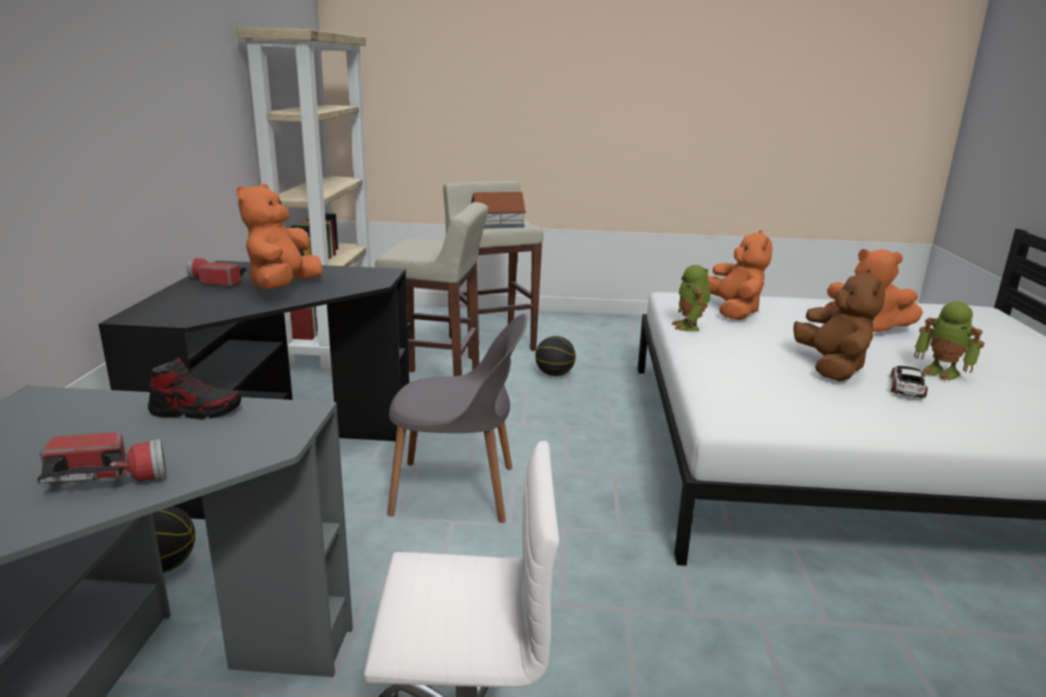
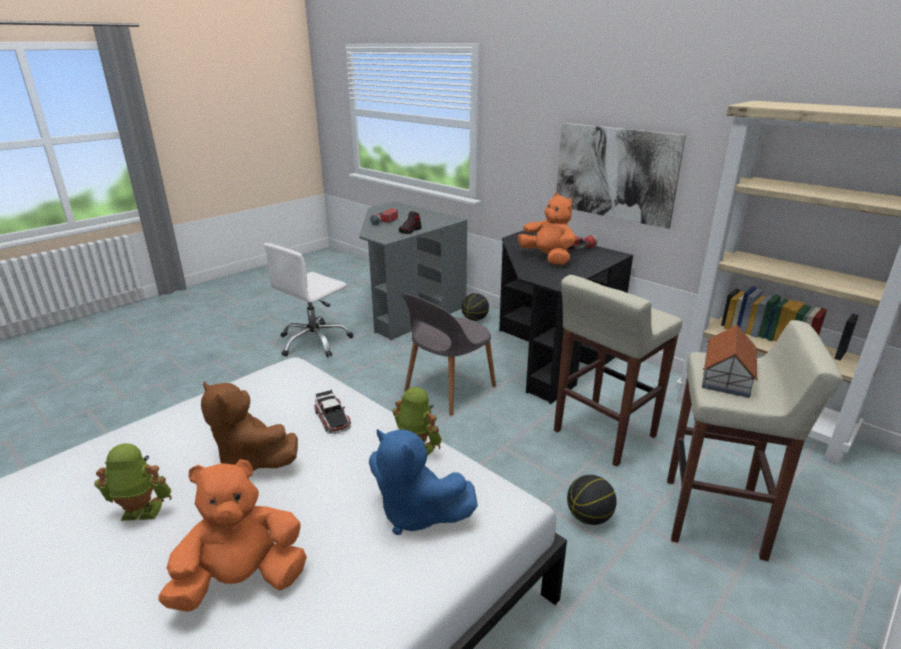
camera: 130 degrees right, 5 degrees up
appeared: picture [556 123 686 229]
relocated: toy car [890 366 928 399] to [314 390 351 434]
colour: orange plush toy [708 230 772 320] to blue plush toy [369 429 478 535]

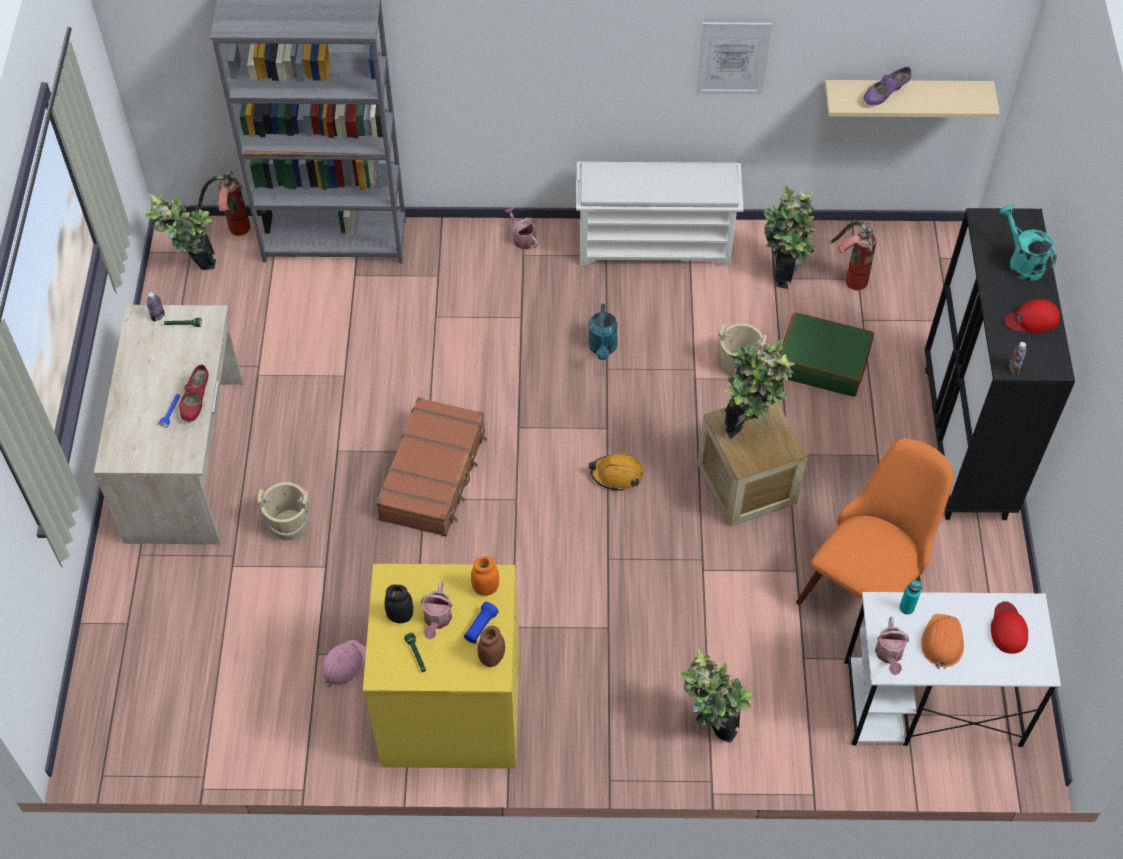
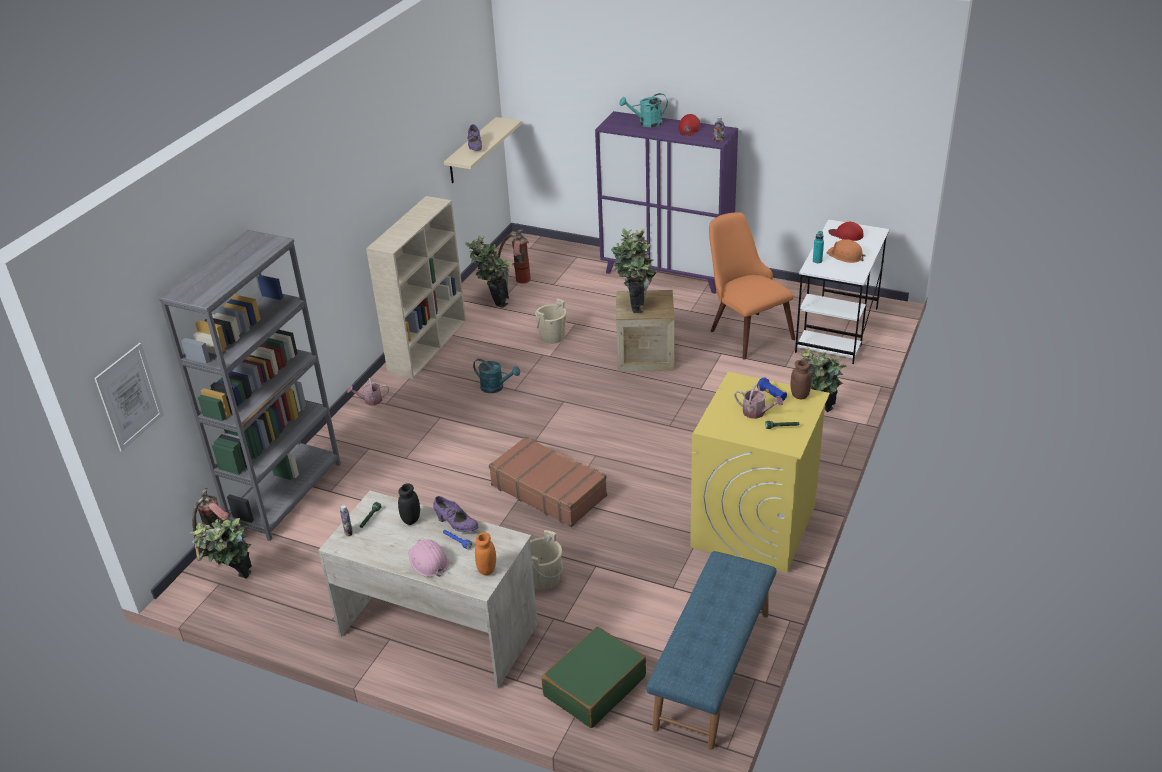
camera: 65 degrees left, 20 degrees down
missing: orange hard hat [589 453 644 491]; watering can [875 617 909 675]
appeared: blue bench [646 551 777 750]
relocated: pink hard hat [321 640 366 687] to [408 539 449 577]; black jar [385 585 413 623] to [398 483 420 525]; orange jar [471 556 499 596] to [475 532 496 576]; picture [696 22 772 94] to [94 343 164 452]; green suitcase [780 312 874 397] to [542 627 646 728]
exchanged: white shoe rack [576 162 744 266] to beige bookcase [366 196 466 379]
colour: red shoe [179 365 209 422] to purple shoe [433 496 479 532]; black cabinet [925 208 1075 520] to purple cabinet [595 111 738 294]

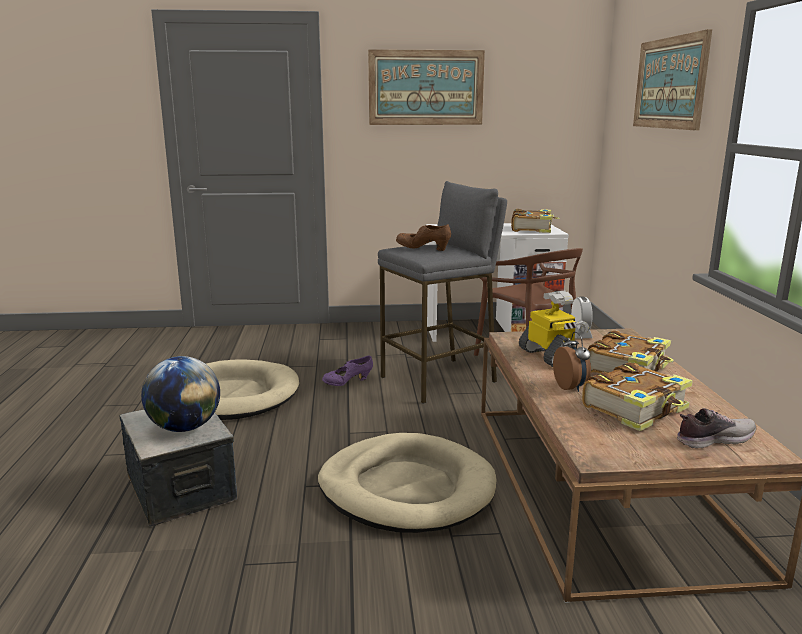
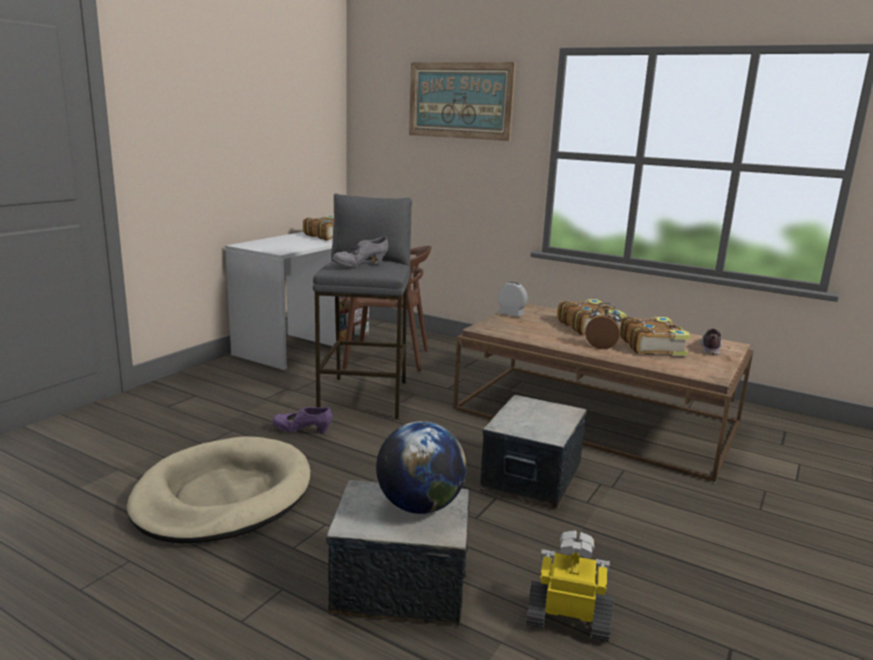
camera: 55 degrees left, 0 degrees up
missing: picture [368 49 485 125]
relocated: toy robot [519 290 589 367] to [526 530 613 642]
exchanged: beige dog bed [318 433 496 533] to storage box [480 395 587 509]
colour: brown shoe [396 224 451 251] to grey shoe [332 237 388 267]
spun: purple shoe [322 356 373 386] = [272 407 333 434] 90 degrees clockwise

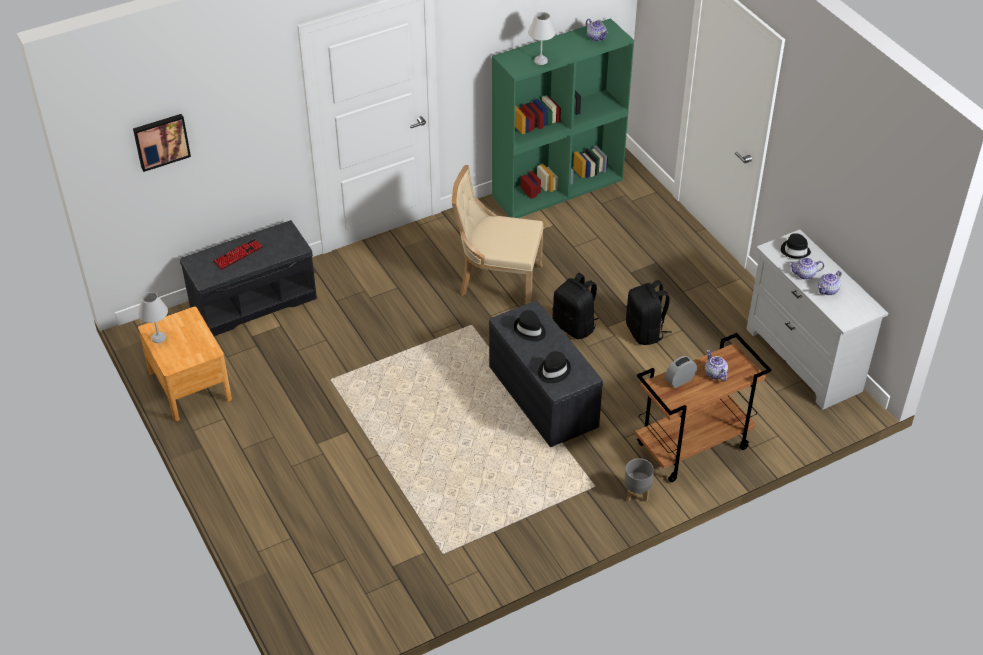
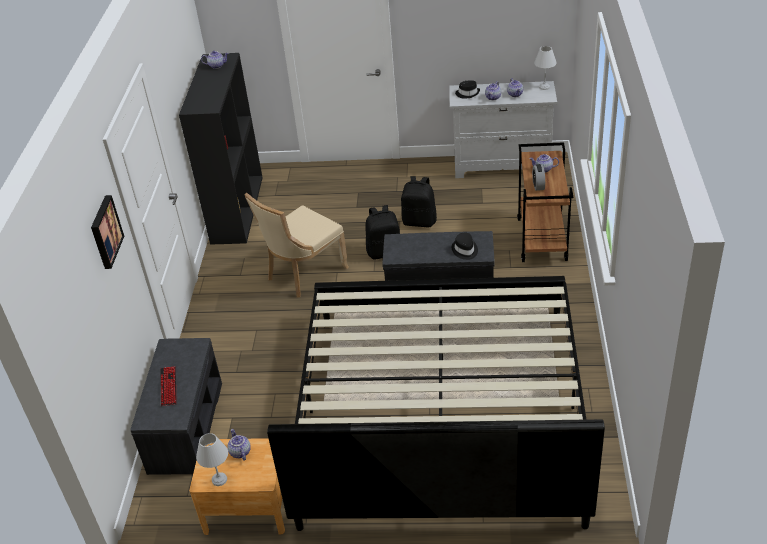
camera: 55 degrees left, 5 degrees down
missing: black hat [514 310 546 341]; grey planter [624 458 654 502]
appeared: teapot [228 429 251 461]; bed [267 276 605 531]
relocated: picture [133 114 191 172] to [91 195 124 269]; white table lamp [528 12 556 65] to [534 46 557 90]
colour: green bookcase [492 18 634 218] to black bookcase [179 53 263 245]

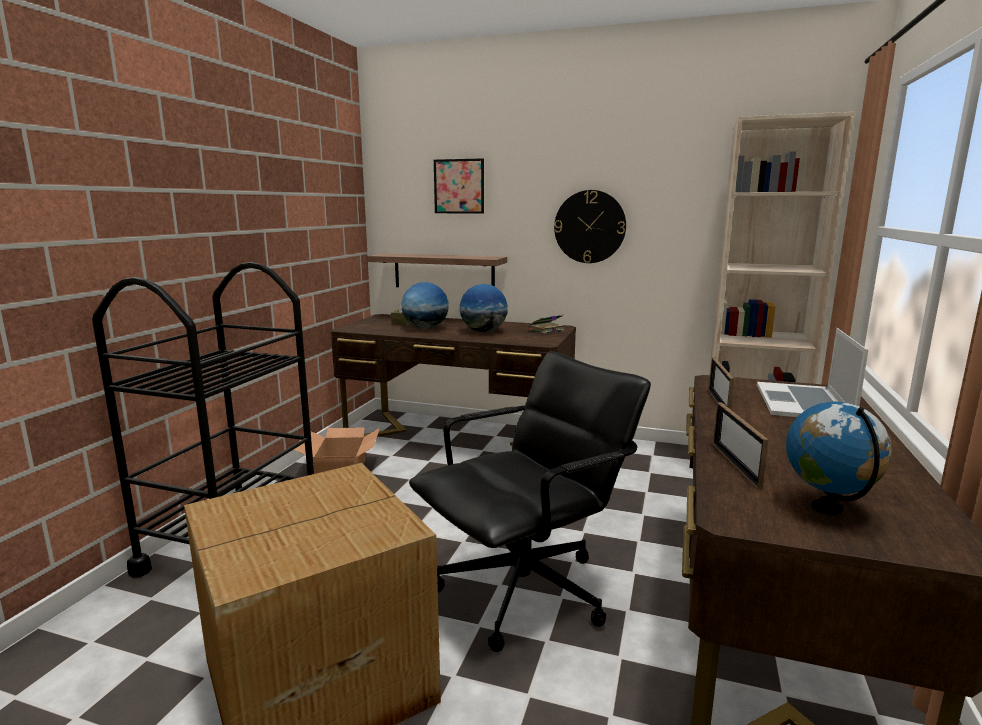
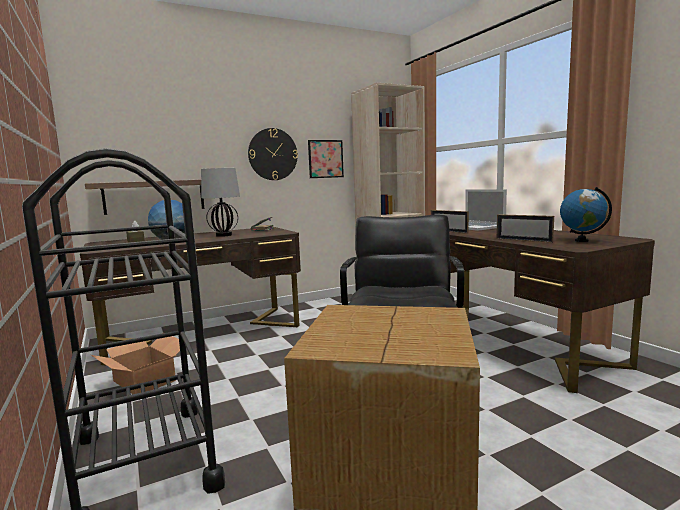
camera: 45 degrees left, 5 degrees down
relocated: picture [434 158 484 214] to [308 140 344 178]
exchanged: globe [460 284 508 332] to table lamp [201 168 240 237]

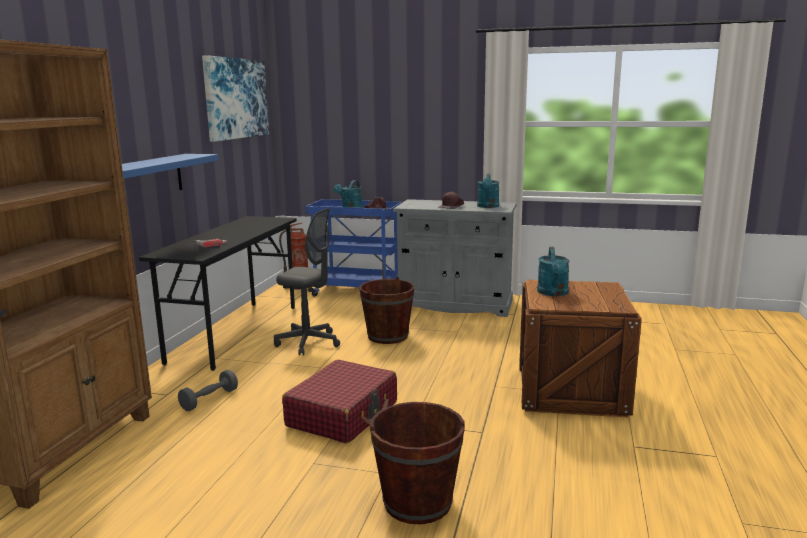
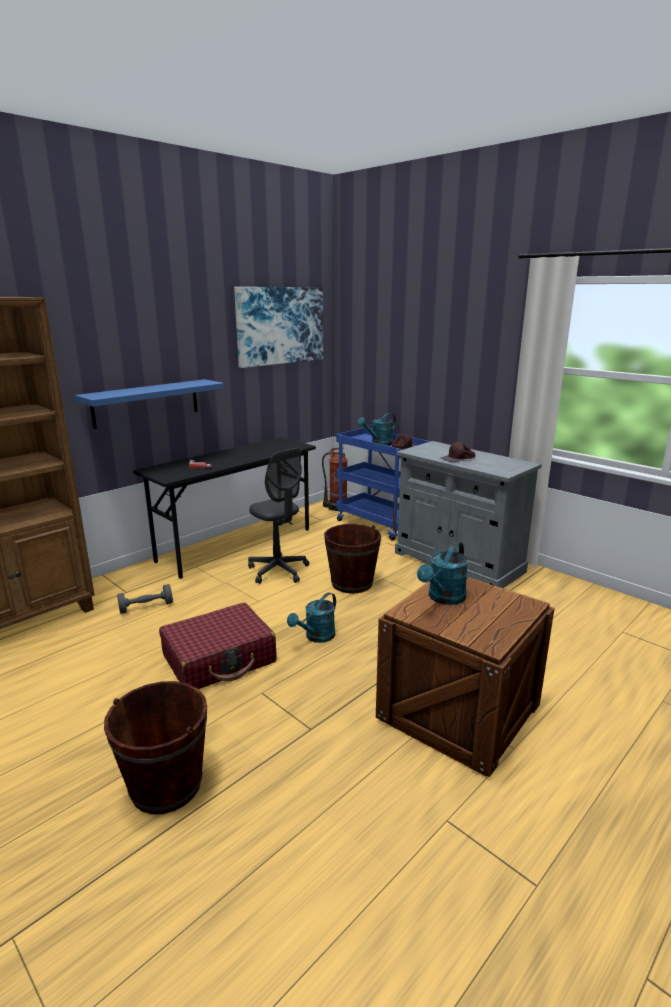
camera: 30 degrees right, 5 degrees up
relocated: turquoise watering can [477 174 499 208] to [287 592 336 643]

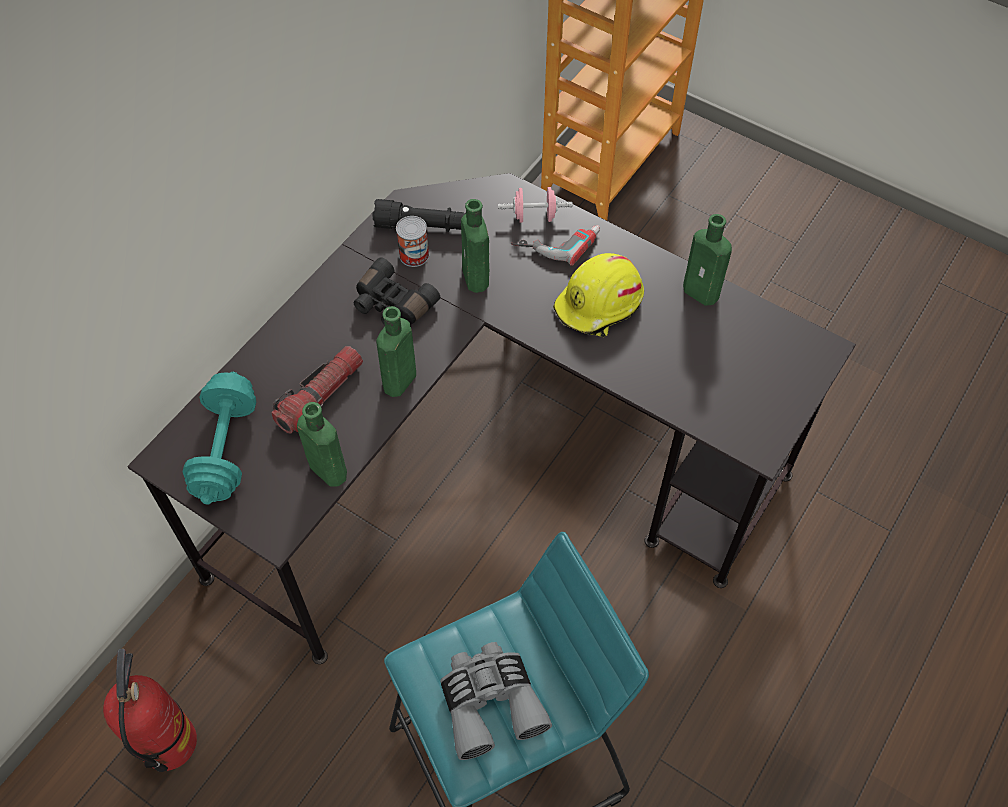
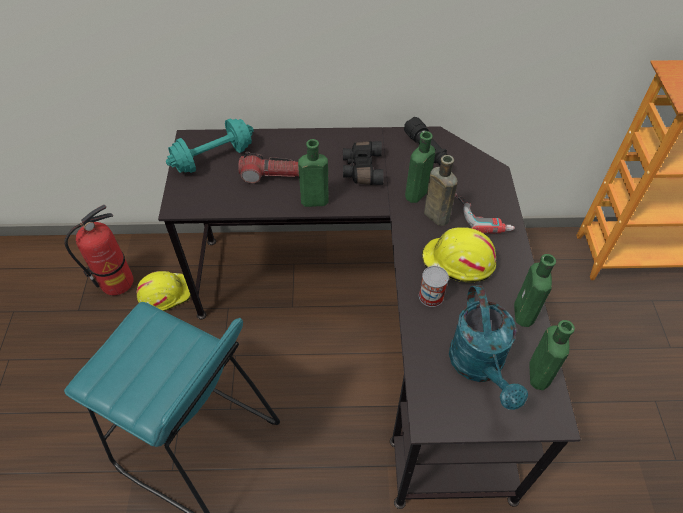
camera: 55 degrees right, 5 degrees down
missing: grey binoculars [440 642 552 760]; pink dumbbell [498 187 573 223]
appeared: yellow hard hat [137 271 191 311]; brown bottle [424 155 457 226]; turquoise watering can [449 285 528 410]
relocated: green bottle [297 402 347 487] to [529 320 575 390]; can [396 216 429 267] to [419 266 449 307]

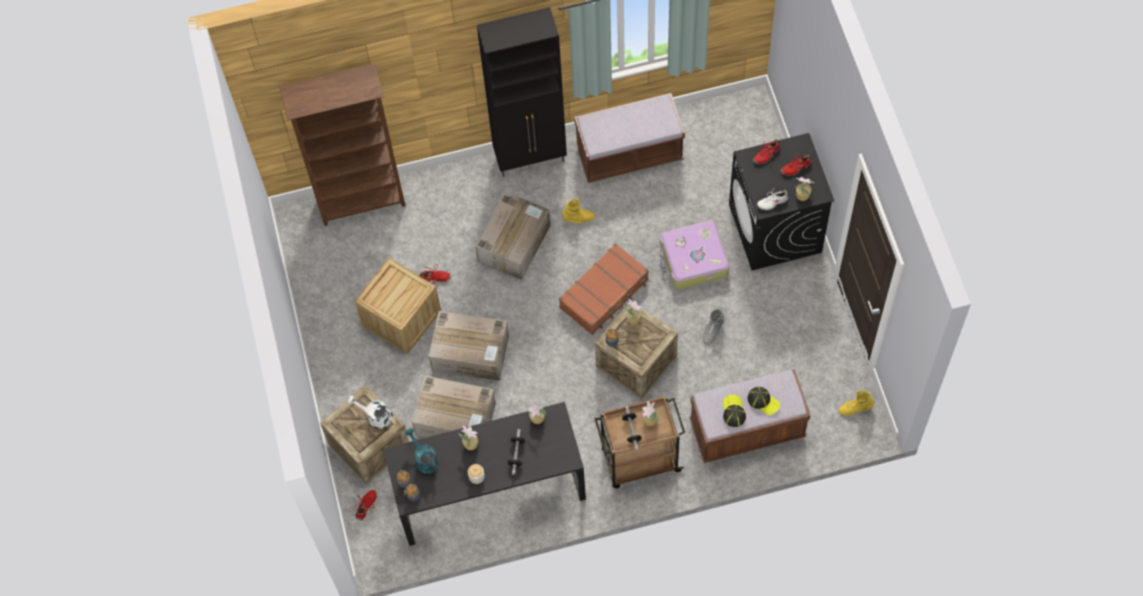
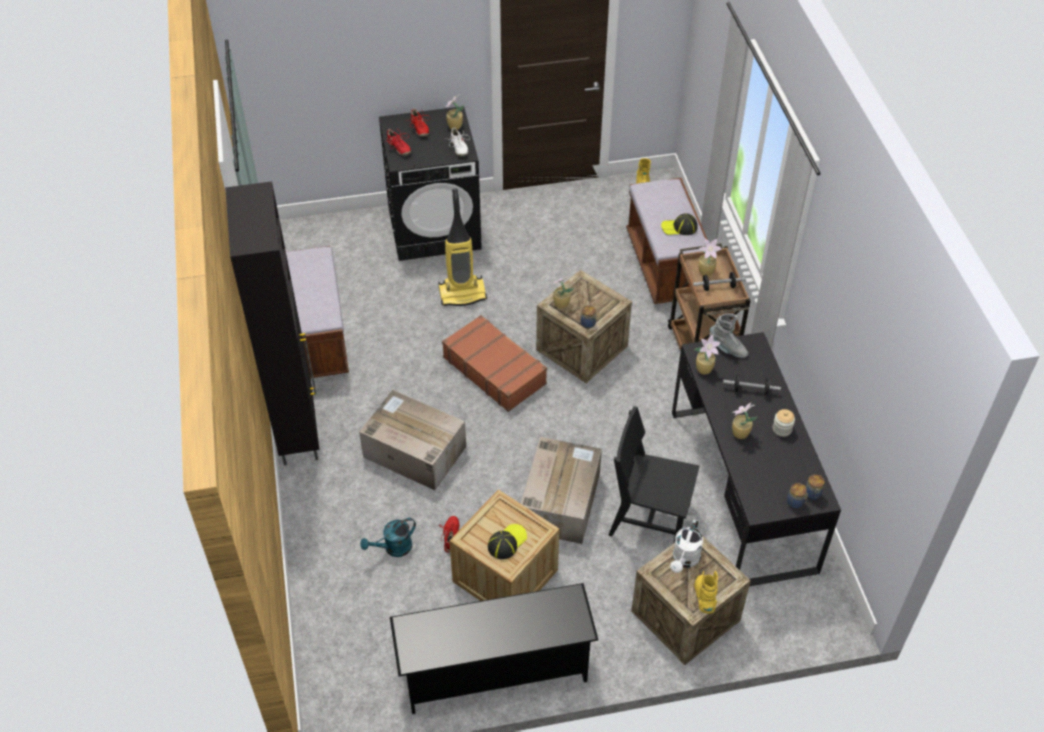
camera: 90 degrees left, 15 degrees down
missing: brown bookcase [279 63 406 226]; red shoe [353 490 377 520]
appeared: black shoe rack [390 583 599 714]
relocated: turquoise watering can [405 428 439 474] to [360 518 416 557]; yellow boot [562 198 595 224] to [694 571 718 614]; grey boot [703 309 725 345] to [709 313 748 358]; cap [748 387 780 415] to [488 524 527 559]
exchanged: cardboard box [412 376 496 437] to black chair [608 406 699 543]; suitcase [660 220 730 290] to vacuum cleaner [438 189 487 306]

